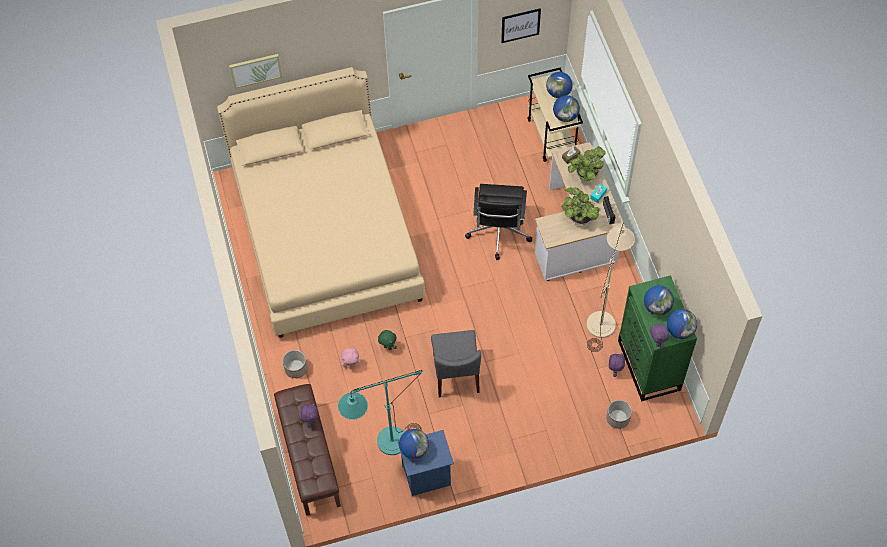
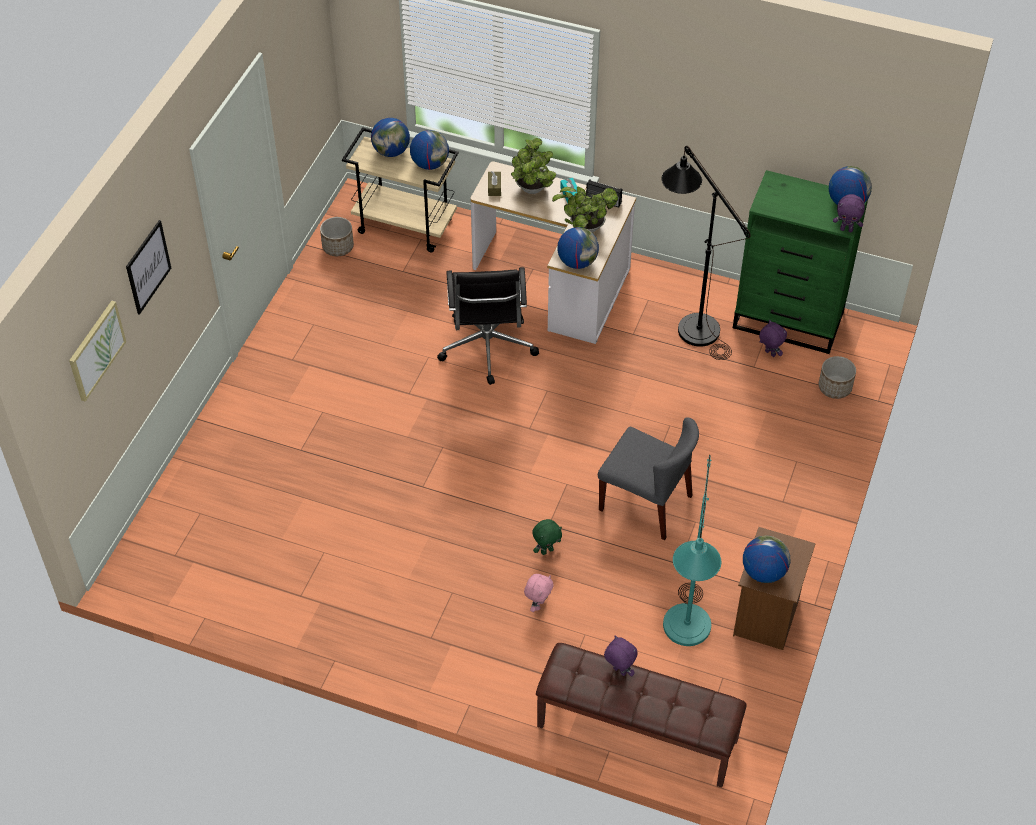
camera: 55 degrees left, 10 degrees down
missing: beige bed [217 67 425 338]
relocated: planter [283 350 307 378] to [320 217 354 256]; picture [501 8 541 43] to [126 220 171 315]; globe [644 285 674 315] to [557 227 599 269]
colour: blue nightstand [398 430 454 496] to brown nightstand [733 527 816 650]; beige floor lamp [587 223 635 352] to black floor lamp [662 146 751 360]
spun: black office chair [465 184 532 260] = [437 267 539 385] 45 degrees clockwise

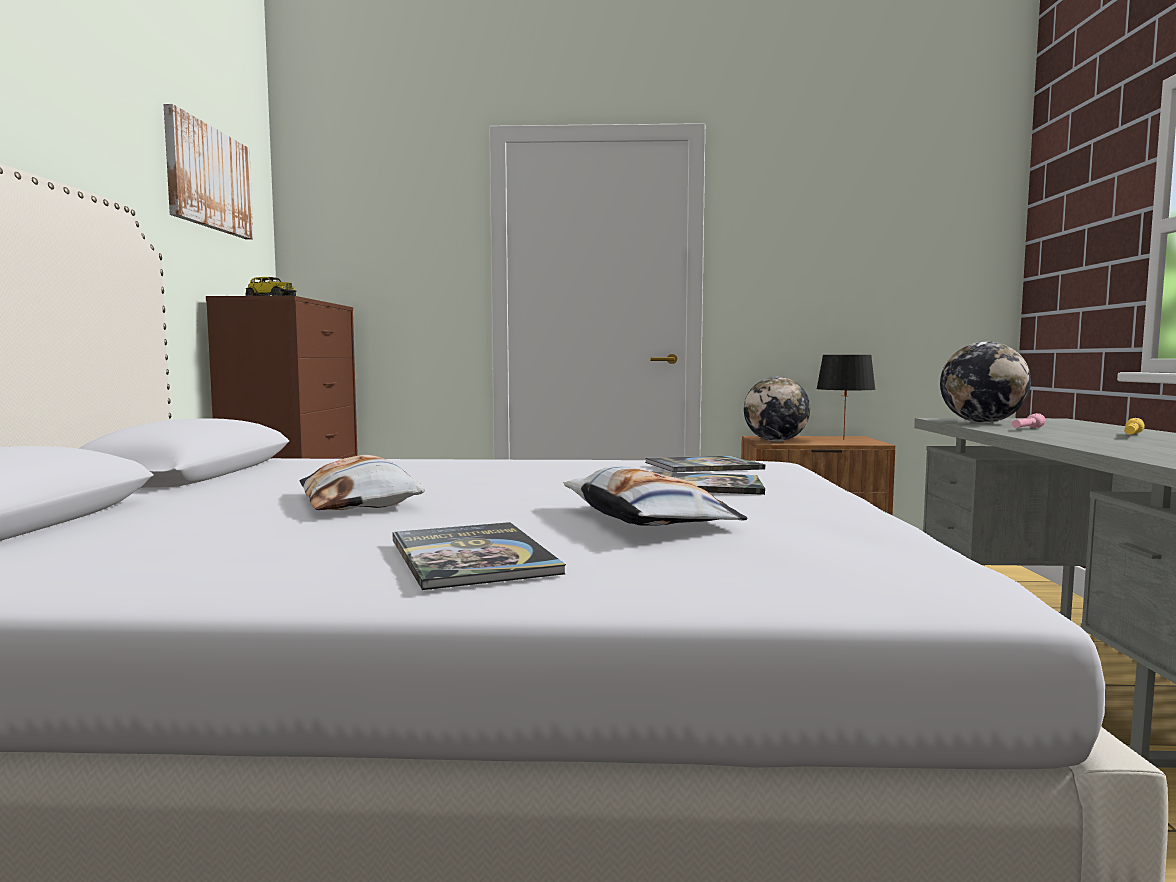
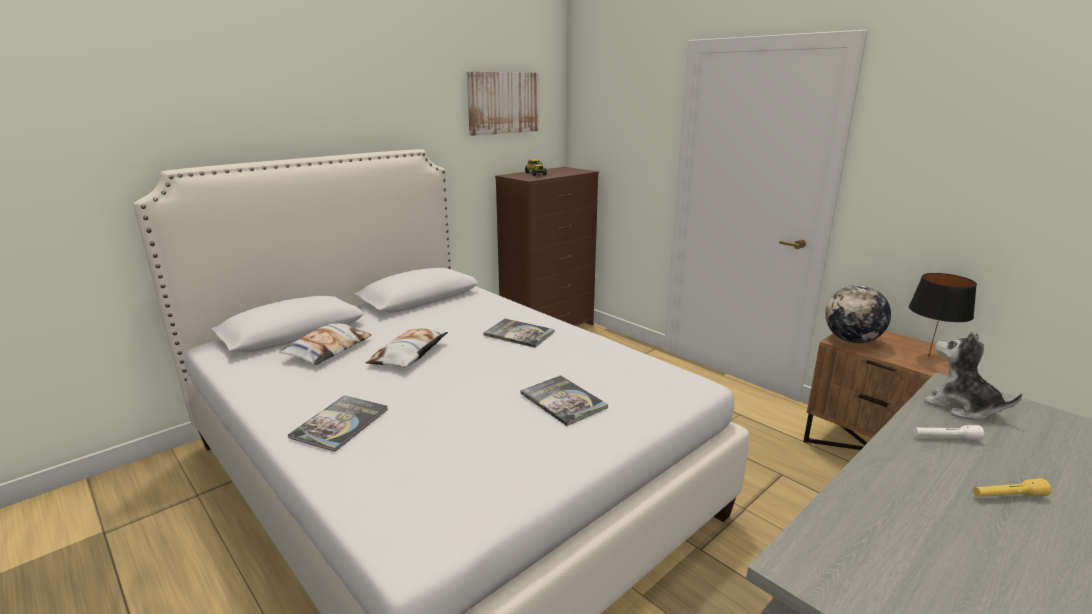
camera: 45 degrees right, 15 degrees up
relocated: pillow [564 466 748 526] to [279 323 371 365]; book [645 456 765 472] to [483 319 555 347]
exchanged: globe [940 341 1031 423] to plush toy [924 332 1022 420]
colour: pink flashlight [1012 413 1045 428] to white flashlight [913 425 984 440]

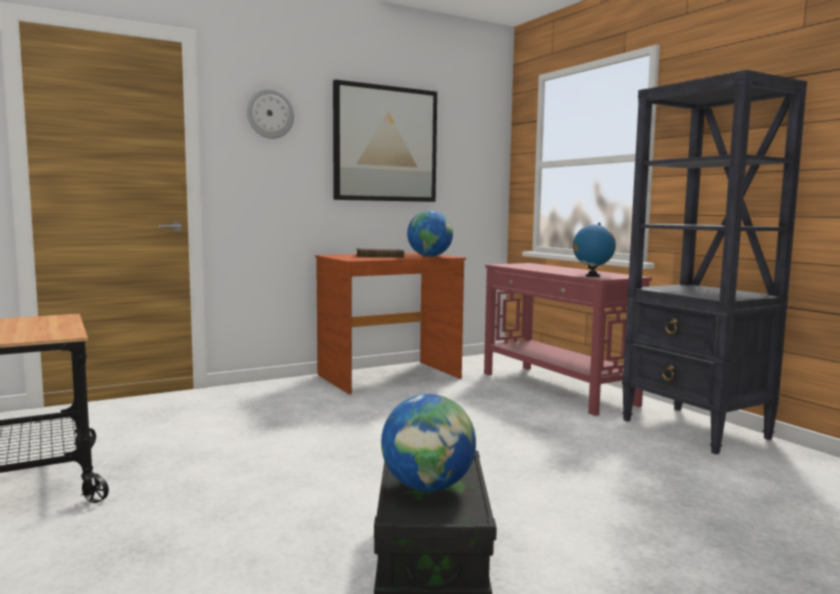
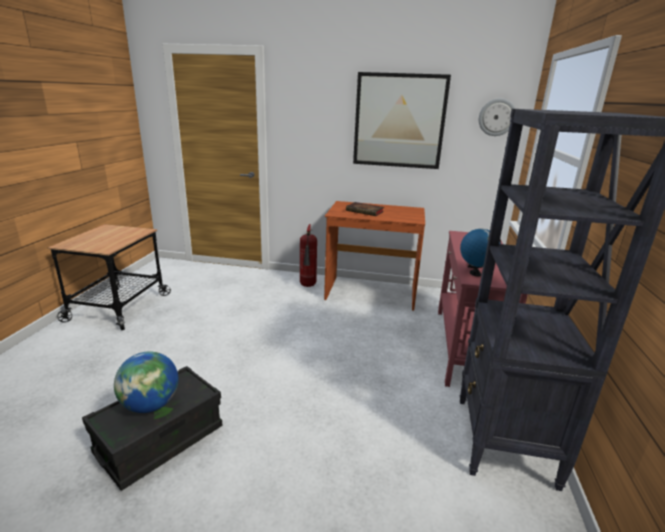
camera: 40 degrees right, 15 degrees up
missing: globe [407 210 453 257]
appeared: fire extinguisher [300 224 317 287]
relocated: wall clock [247 89 294 139] to [479 98 515 136]

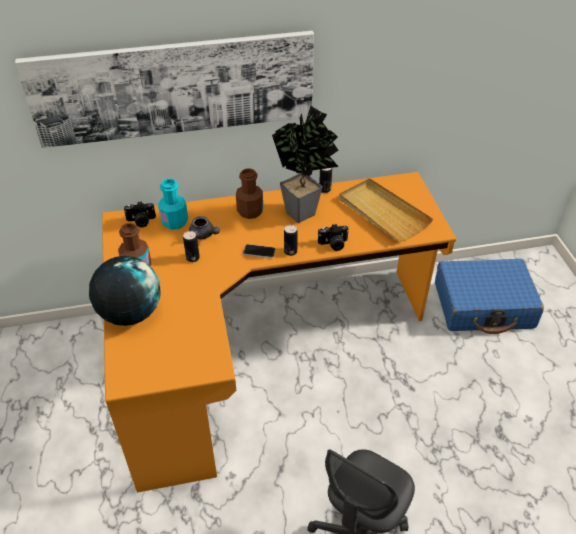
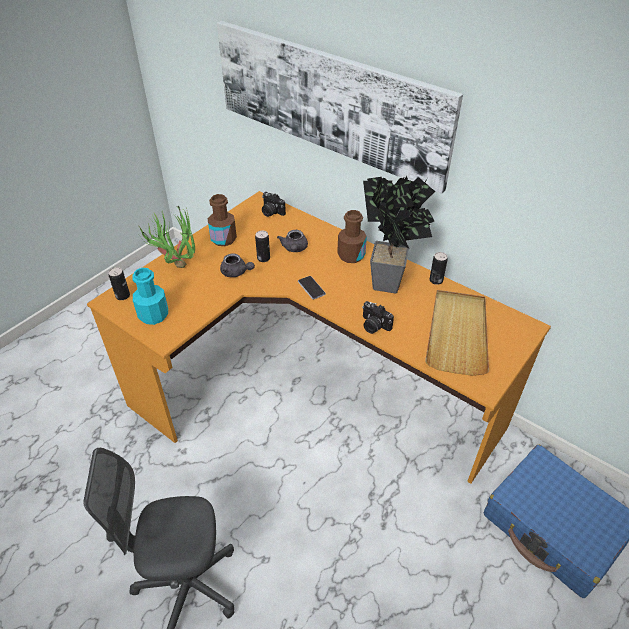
camera: 50 degrees right, 0 degrees up
appeared: grey teapot [220 253 255 277]
relocated: turquoise bottle [158 179 188 230] to [132 268 168 325]; can [284 225 298 256] to [108 267 130 300]
exchanged: globe [89 256 161 326] to potted plant [138 206 195 268]

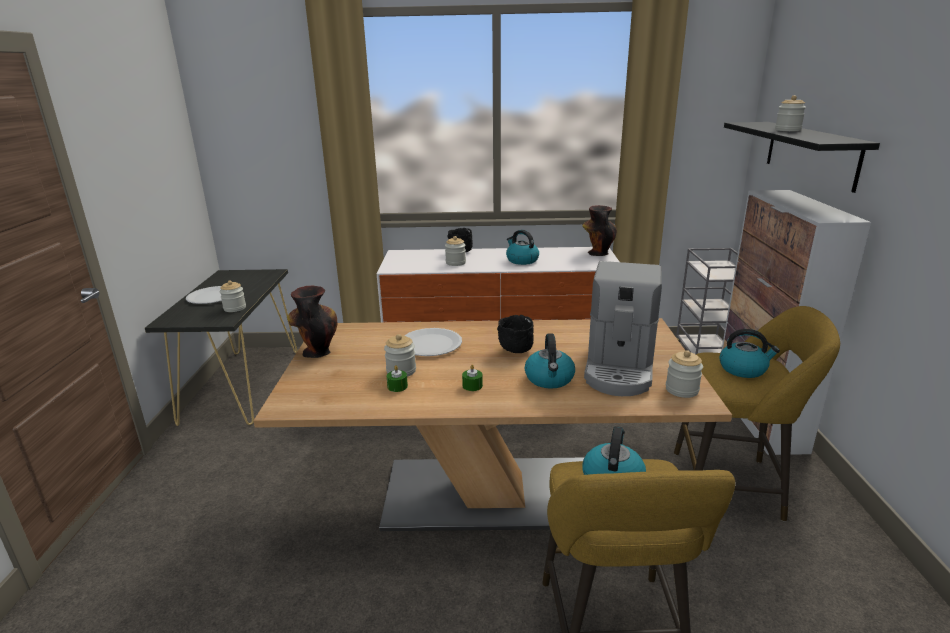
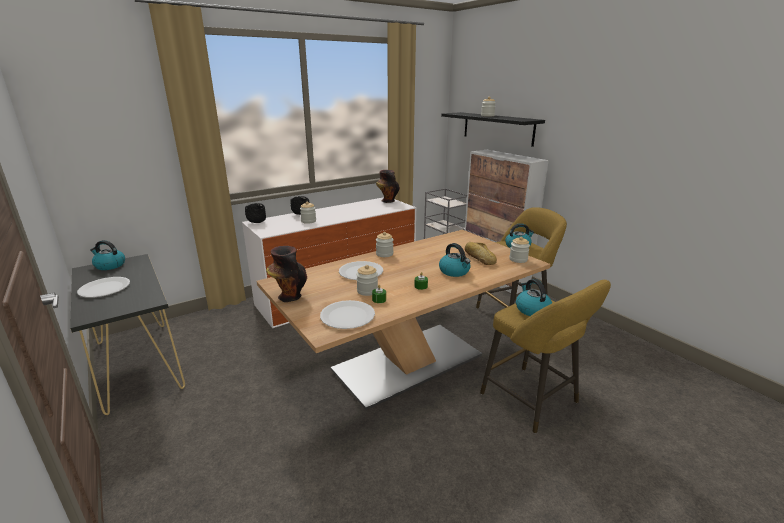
camera: 35 degrees left, 0 degrees up
appeared: white plate [320 300 375 329]
relocated: jar [220 281 246 312] to [376 232 393 257]; black bowl [497 315 534 353] to [245 203 266 223]; kettle [506 230 539 265] to [90 240 125 270]
exchanged: coffee machine [584 261 662 396] to bread [465 242 497 265]

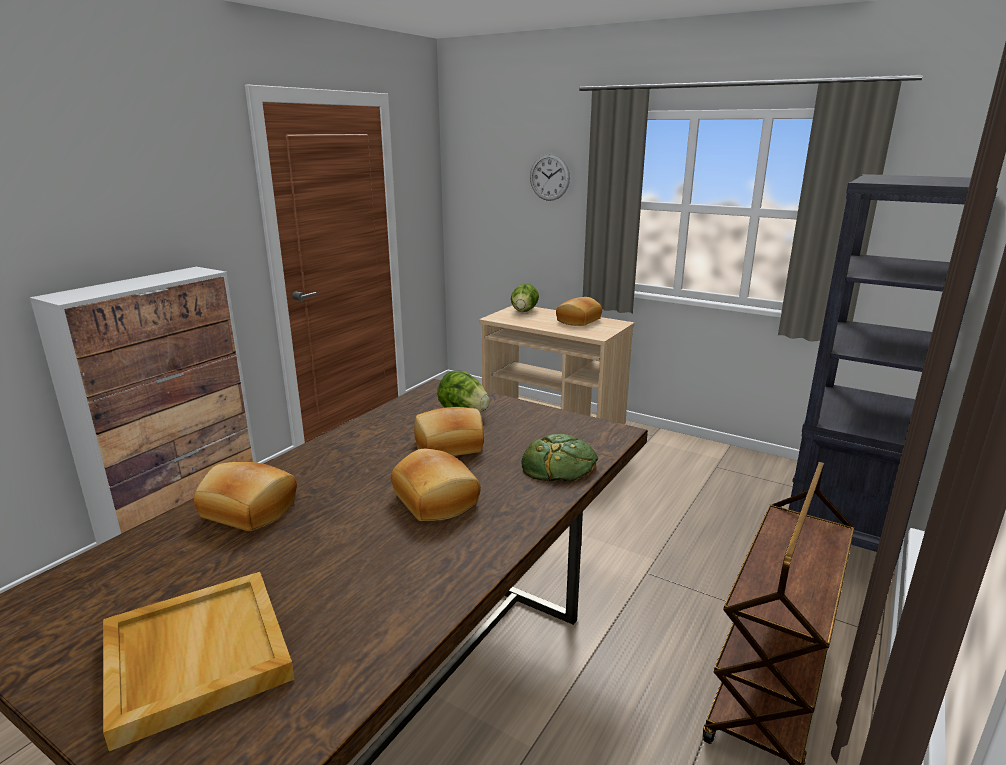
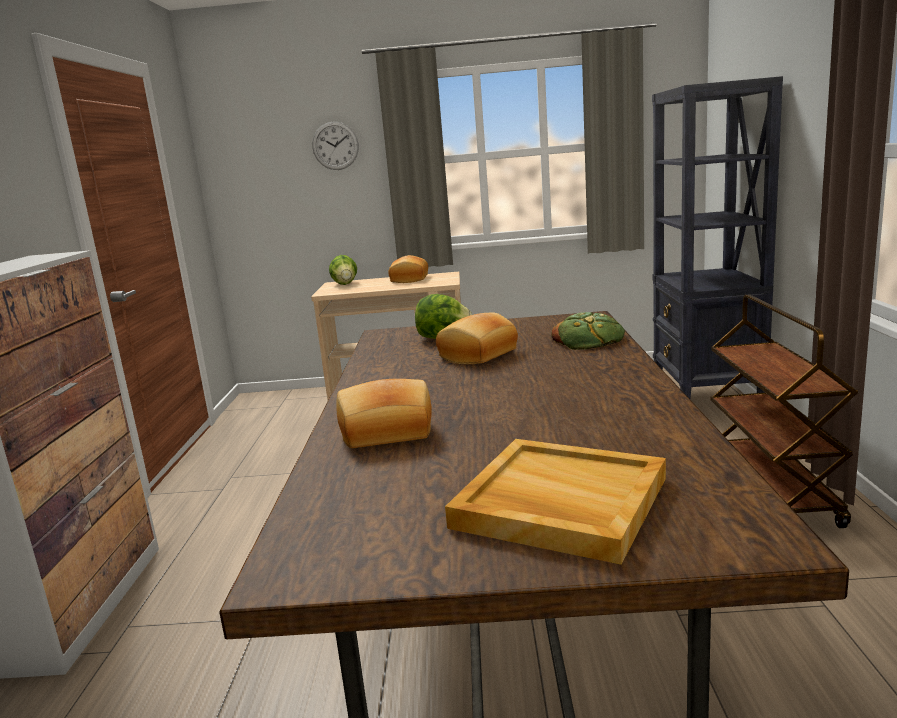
camera: 30 degrees left, 5 degrees down
missing: bread [391 449 481 521]

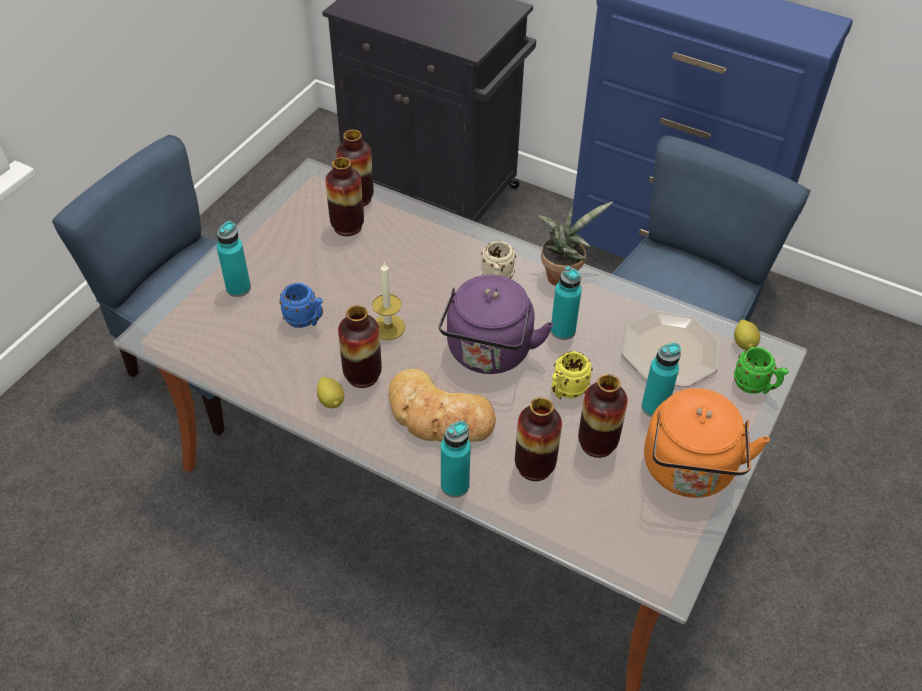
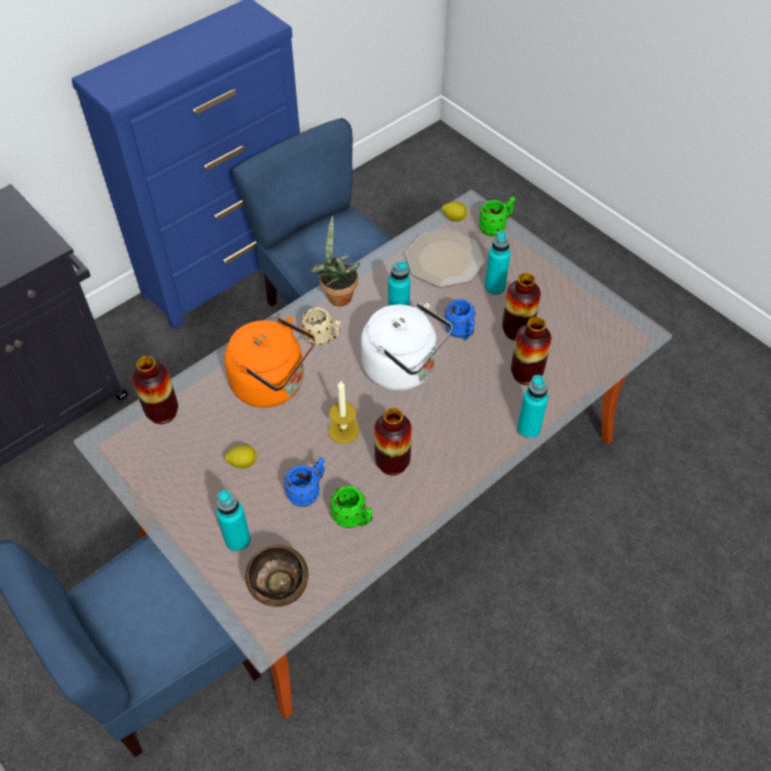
camera: 70 degrees left, 5 degrees up
missing: vase [325 157 364 236]; bread [388 369 496 442]
appeared: brown bowl [245 545 309 607]; green mug [330 486 373 528]
relocated: lemon [317 377 344 408] to [225 445 258 468]; orange kettle [644 388 770 498] to [224 316 315 408]
colour: purple kettle [439 275 554 374] to white kettle [361 303 453 391]; yellow mug [551 351 593 399] to blue mug [444 299 476 340]

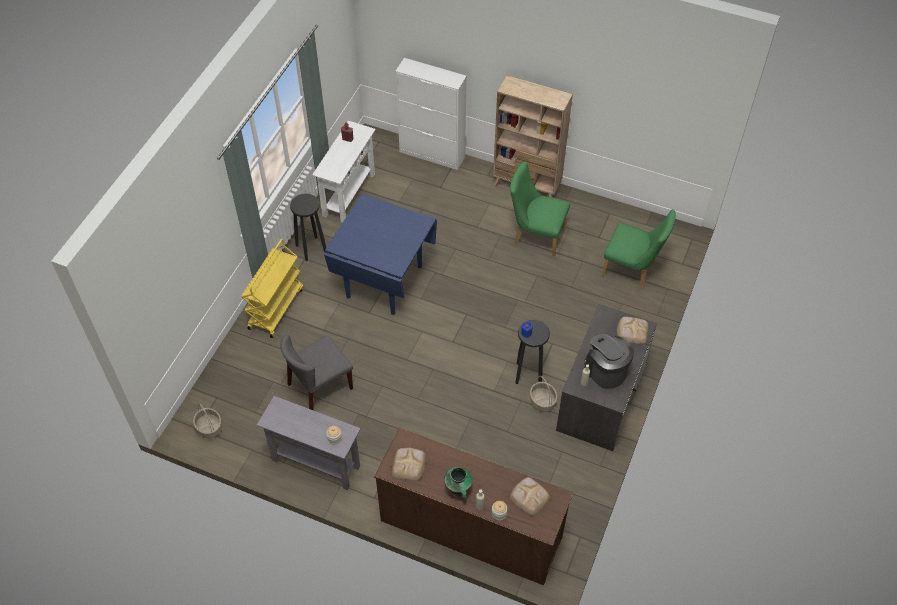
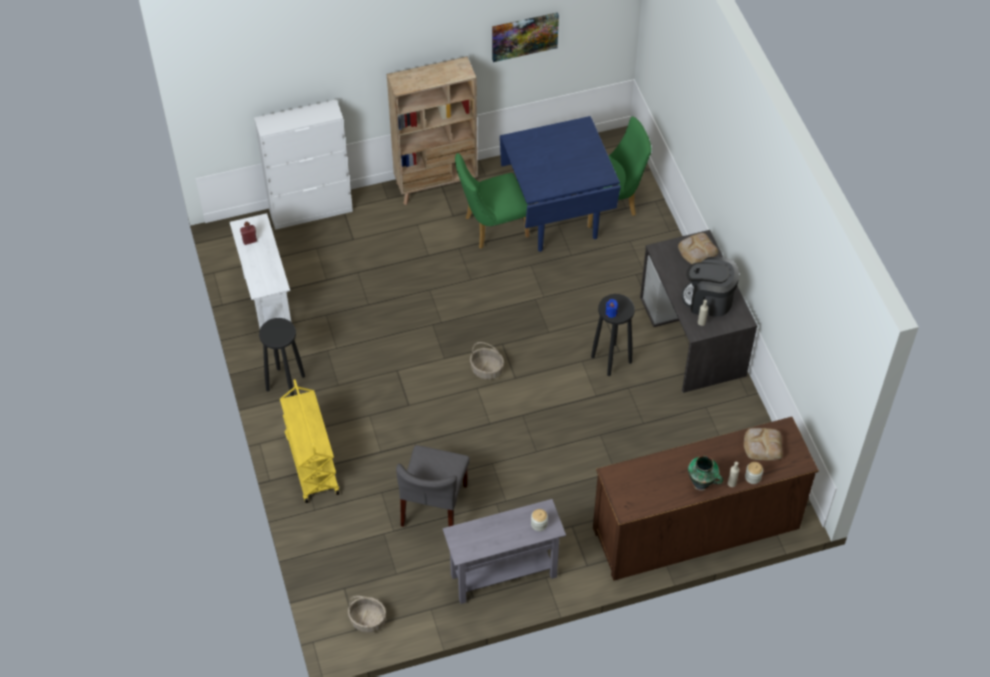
camera: 40 degrees left, 0 degrees up
missing: bread [392 448 426 481]
appeared: picture [492 12 559 62]
relocated: blue dining table [324 194 437 315] to [500 116 621 252]; basket [530 376 557 412] to [470 342 504 380]

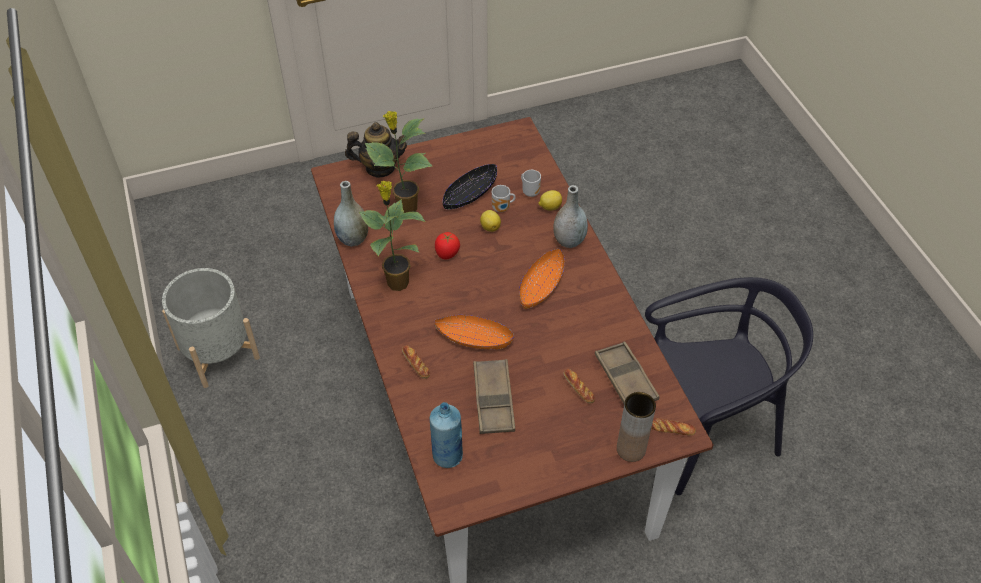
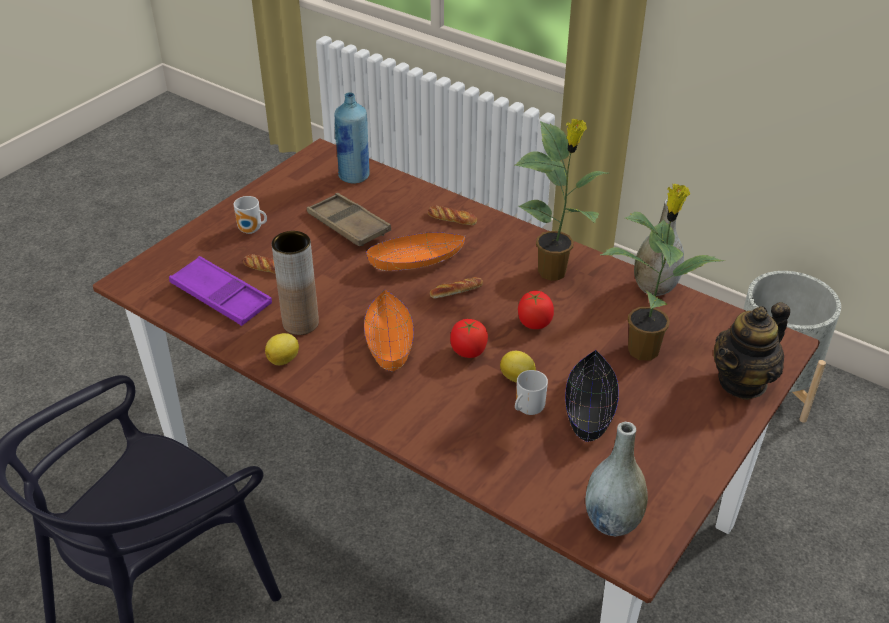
camera: 145 degrees right, 10 degrees down
appeared: tomato [450 319 488 358]
relocated: mug [521 170 541 197] to [233 196 267 234]; lemon [538 190 562 210] to [265 333 299 365]; grey vase [554 185 588 248] to [586 422 648 537]; brown vase [617 392 656 462] to [272 231 319 335]; bread [651 418 696 435] to [430 277 483 298]
colour: brown tray [595 341 659 404] to purple tray [169 256 272 326]

